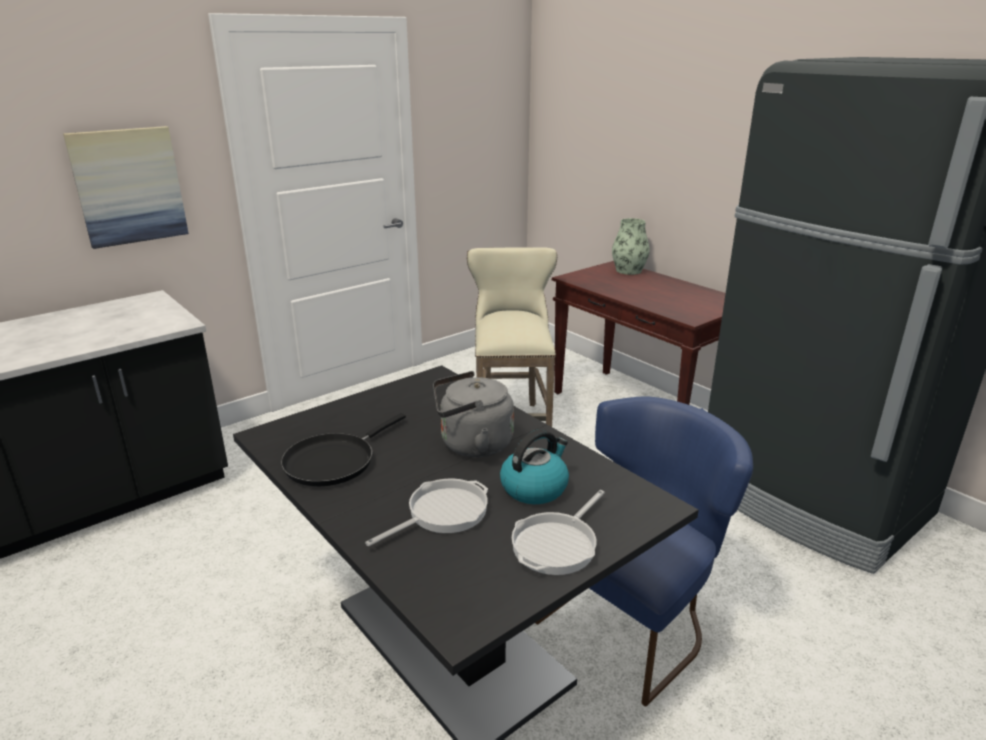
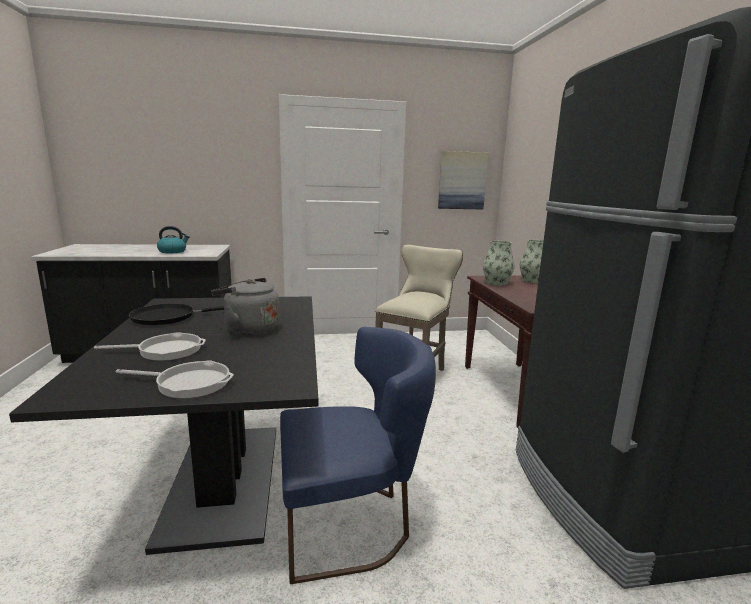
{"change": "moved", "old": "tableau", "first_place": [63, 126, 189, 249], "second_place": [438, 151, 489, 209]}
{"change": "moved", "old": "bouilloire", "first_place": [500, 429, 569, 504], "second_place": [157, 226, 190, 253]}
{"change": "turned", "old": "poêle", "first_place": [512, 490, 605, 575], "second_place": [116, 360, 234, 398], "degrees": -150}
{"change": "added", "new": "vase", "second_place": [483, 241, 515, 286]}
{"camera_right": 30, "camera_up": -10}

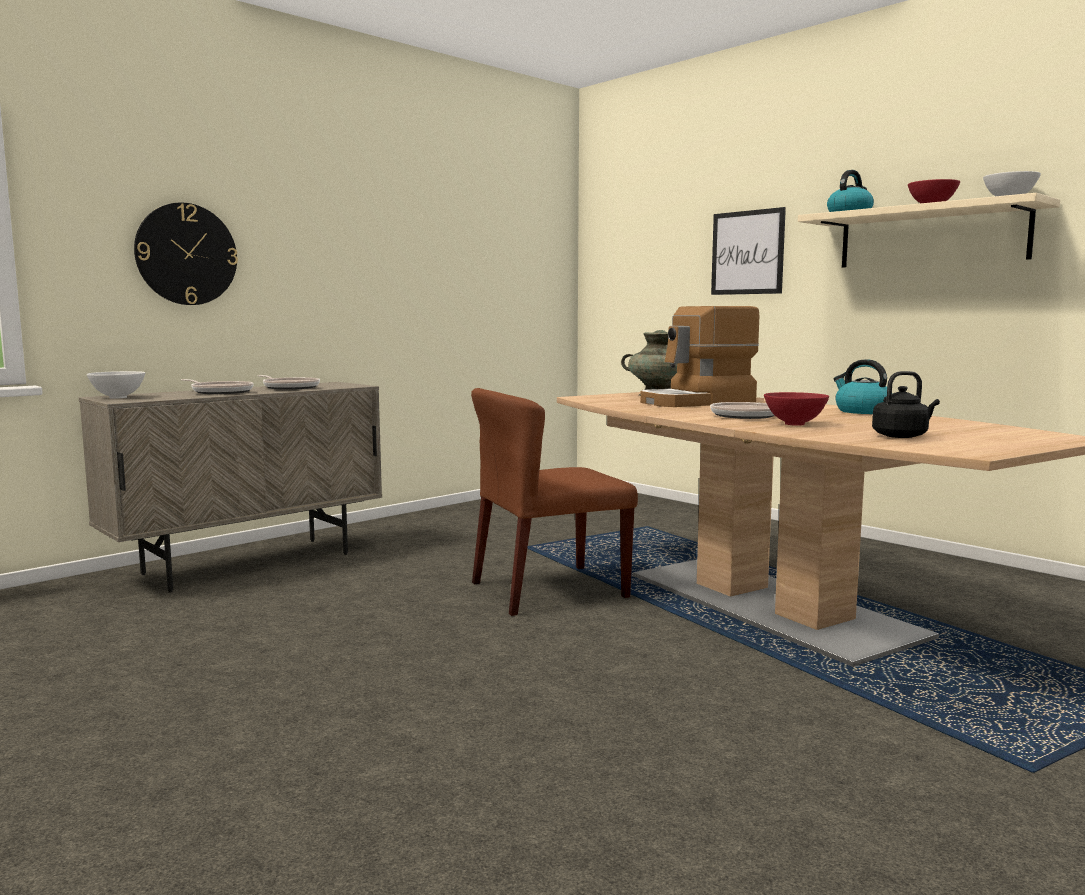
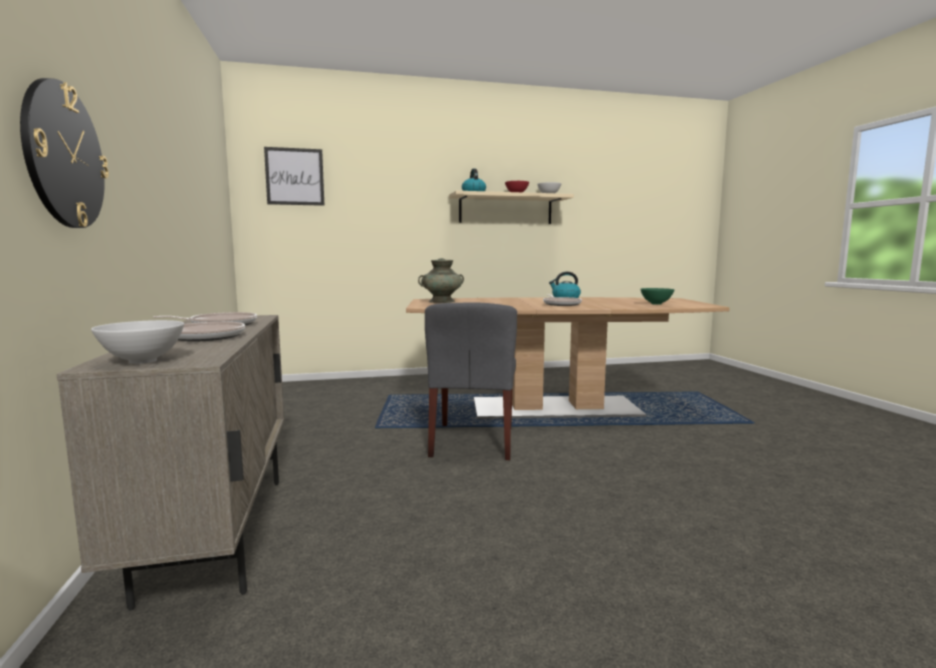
{"change": "moved", "old": "tableau", "first_place": [711, 207, 786, 295], "second_place": [264, 147, 325, 206]}
{"change": "removed", "old": "machine à café", "first_place": [640, 306, 759, 407]}
{"change": "replaced", "old": "bouilloire [noir]", "new": "bol [vert]", "first_place": [872, 371, 940, 438], "second_place": [640, 288, 674, 305]}
{"change": "recoloured", "old": "chaise [marron]", "new": "chaise [gris]", "first_place": [471, 388, 638, 616], "second_place": [425, 302, 517, 460]}
{"change": "removed", "old": "bol [rouge]", "first_place": [764, 392, 829, 426]}
{"camera_right": -60, "camera_up": 0}

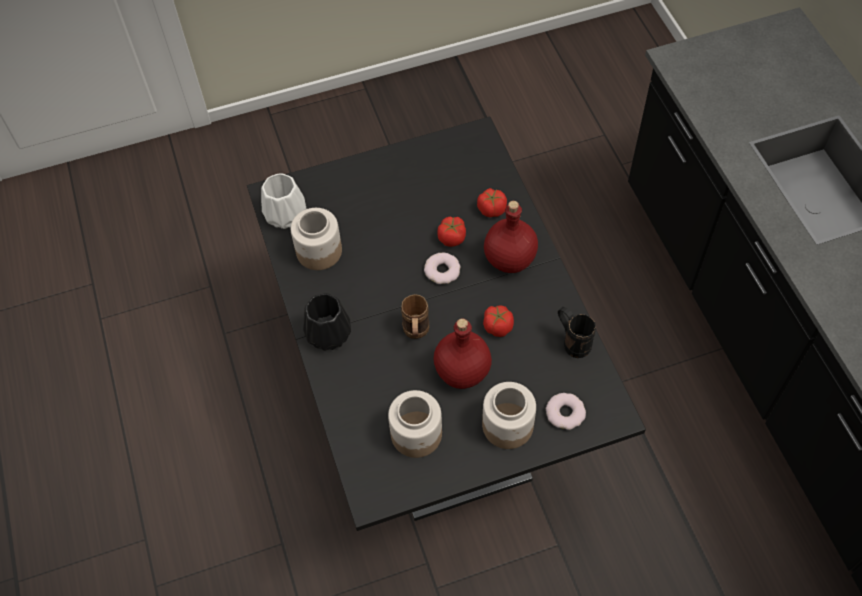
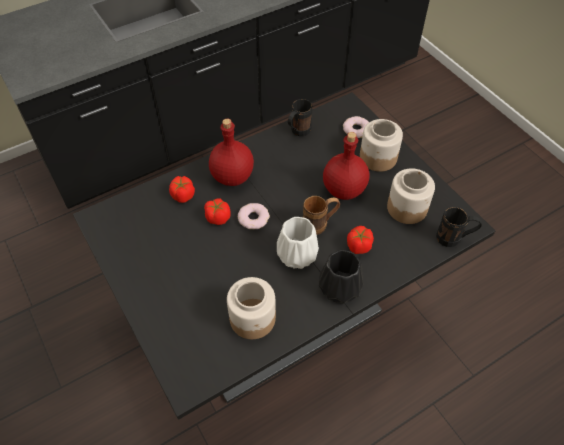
{"change": "moved", "old": "vase [blanc]", "first_place": [261, 173, 307, 229], "second_place": [277, 217, 319, 269]}
{"change": "moved", "old": "tomate", "first_place": [483, 306, 514, 337], "second_place": [347, 226, 374, 254]}
{"change": "added", "new": "mug [noir]", "second_place": [436, 207, 482, 247]}
{"camera_right": -105, "camera_up": -5}

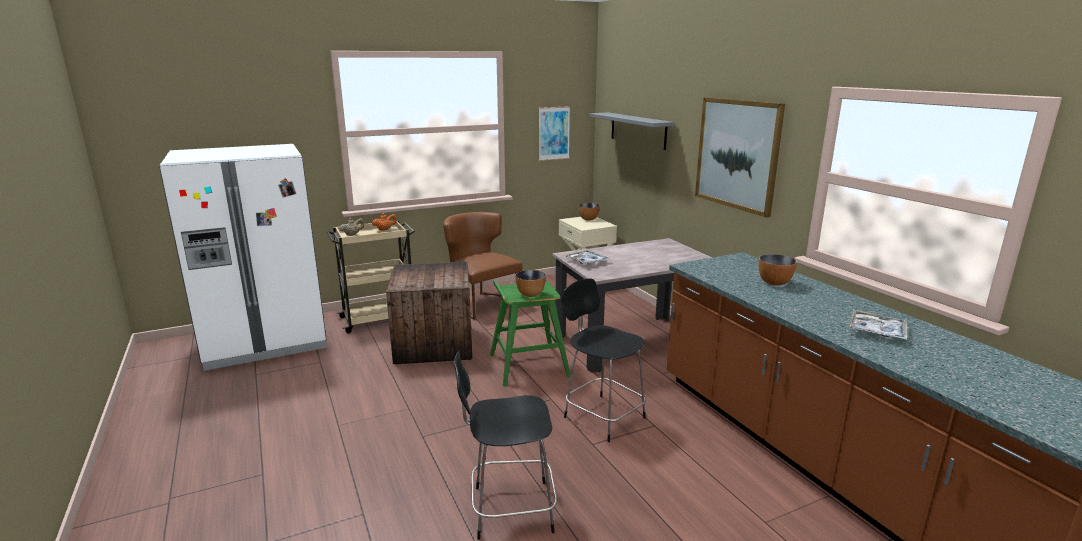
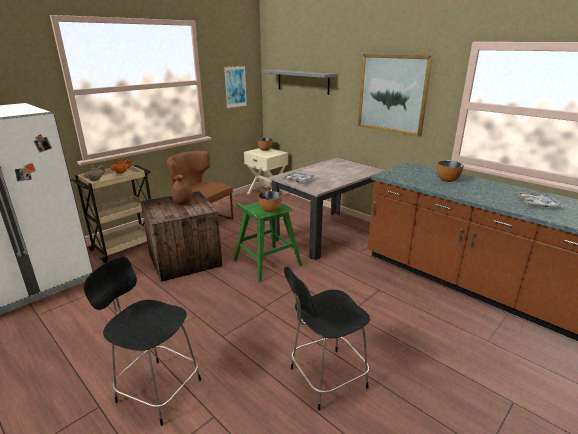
{"change": "moved", "old": "chaise [noir]", "first_place": [562, 278, 646, 442], "second_place": [83, 257, 201, 426]}
{"change": "added", "new": "vase [marron]", "second_place": [172, 174, 193, 205]}
{"camera_right": -20, "camera_up": 5}

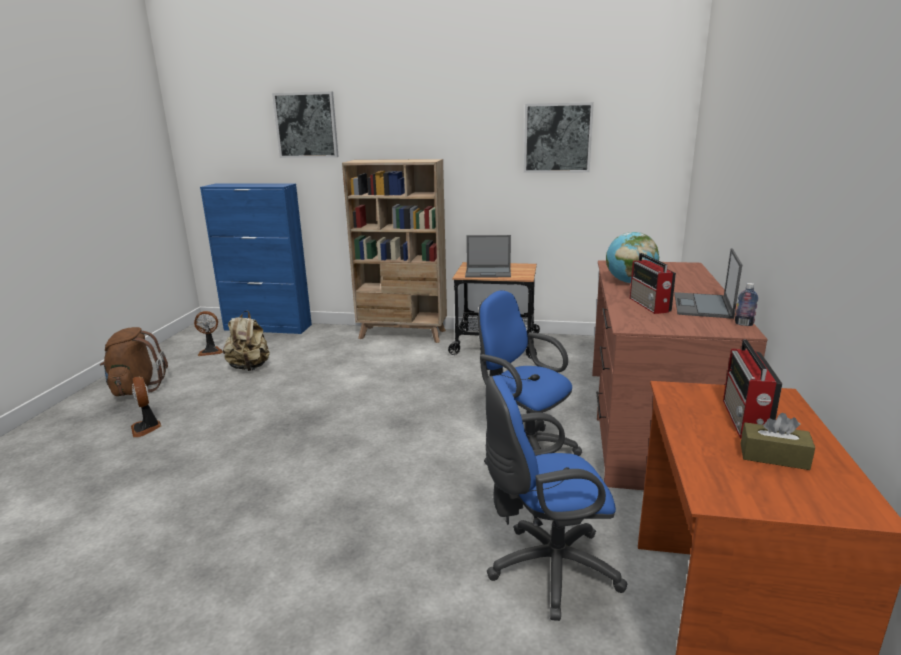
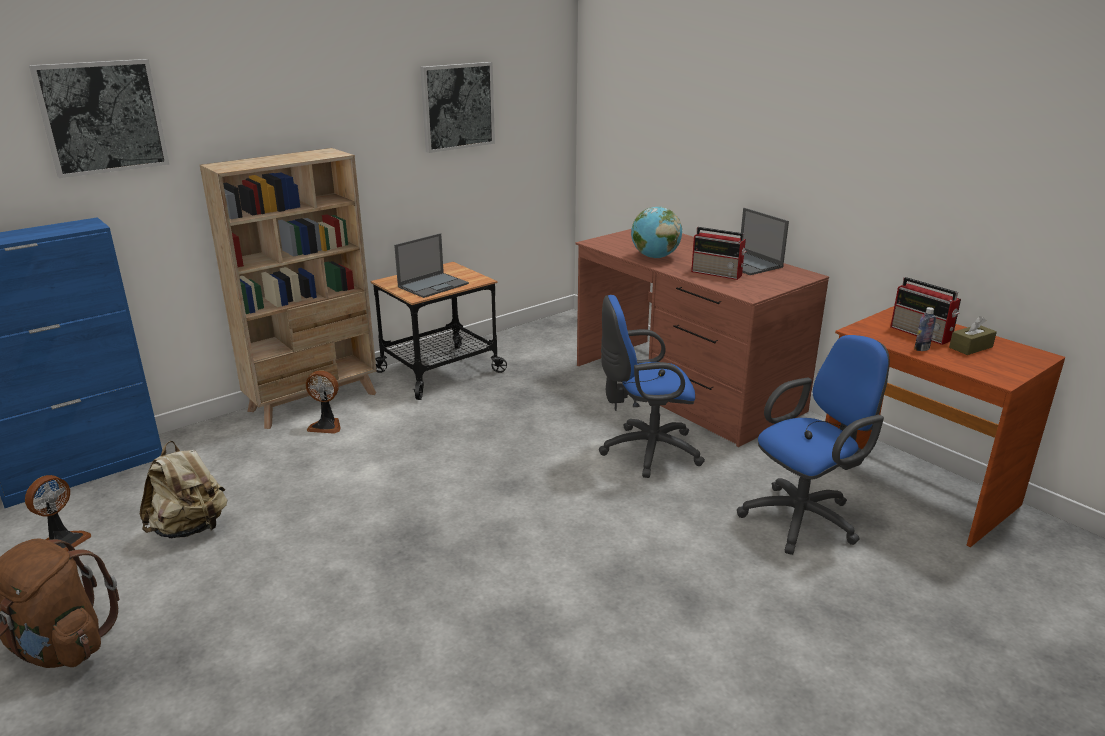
{"change": "moved", "old": "bouteille", "first_place": [735, 283, 758, 326], "second_place": [914, 307, 936, 351]}
{"change": "turned", "old": "chaise de bureau [bleu]", "first_place": [486, 375, 627, 621], "second_place": [737, 335, 889, 555], "degrees": -150}
{"change": "moved", "old": "ventilateur", "first_place": [131, 377, 161, 437], "second_place": [306, 370, 341, 434]}
{"camera_right": -50, "camera_up": 5}

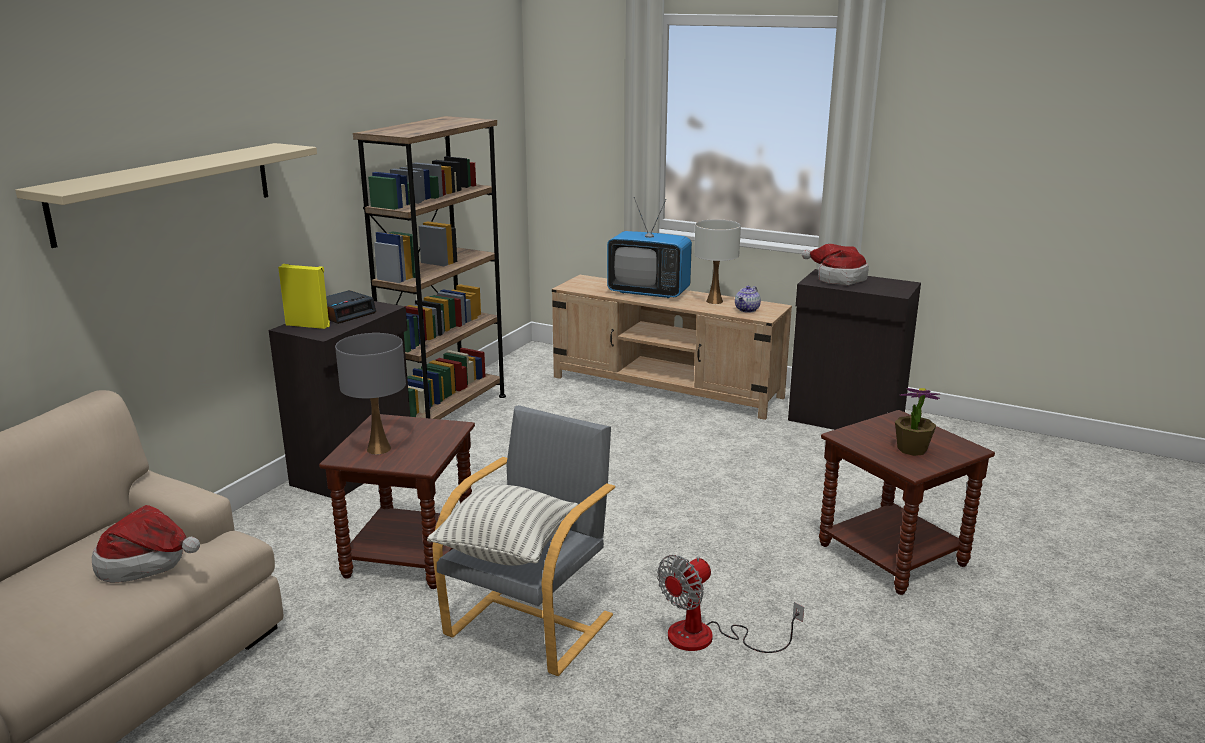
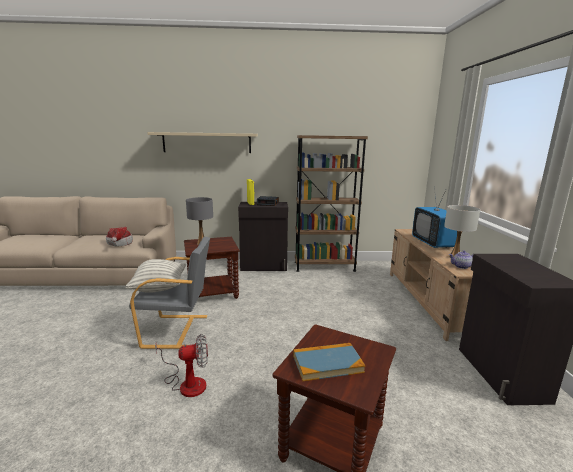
{"change": "removed", "old": "chapeau", "first_place": [802, 244, 869, 285]}
{"change": "replaced", "old": "plante en pot", "new": "livre", "first_place": [895, 388, 940, 456], "second_place": [293, 343, 365, 381]}
{"change": "turned", "old": "ventilateur", "first_place": [657, 555, 804, 653], "second_place": [155, 334, 208, 397], "degrees": 150}
{"camera_right": 60, "camera_up": -5}

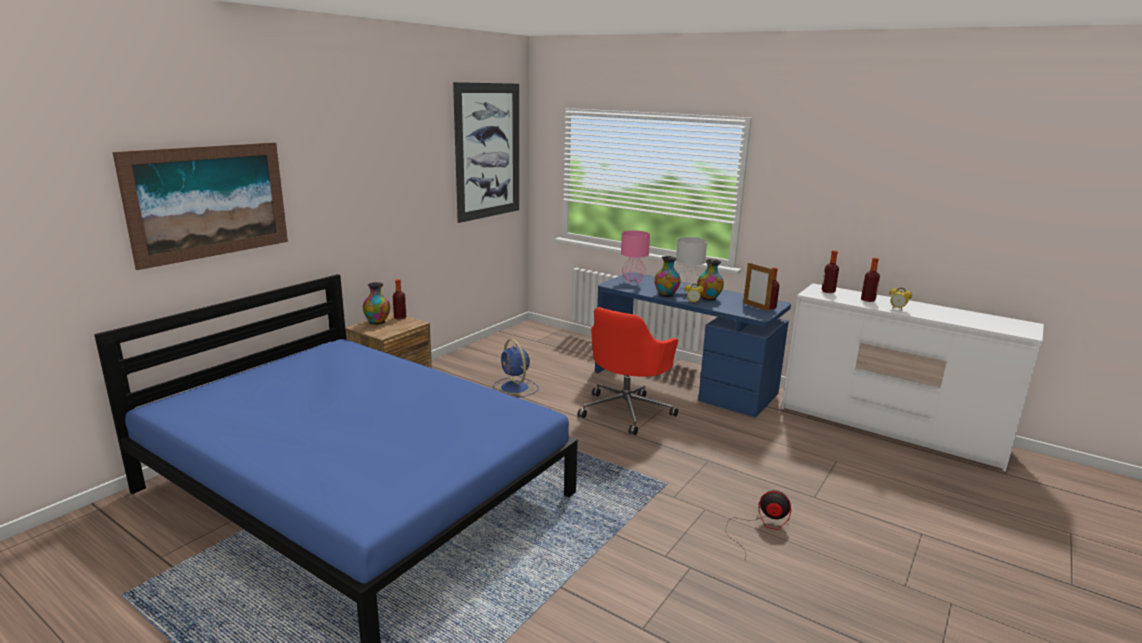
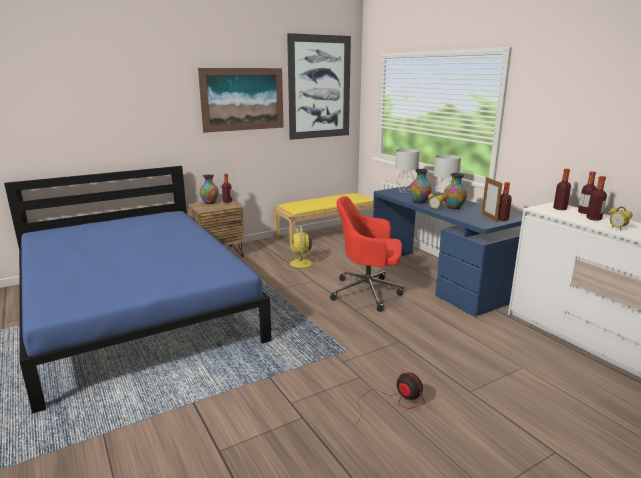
{"change": "moved", "old": "tableau", "first_place": [112, 142, 288, 270], "second_place": [198, 68, 284, 133]}
{"change": "recoloured", "old": "lampe de table [rose]", "new": "lampe de table [gris]", "first_place": [621, 231, 650, 284], "second_place": [395, 149, 420, 193]}
{"change": "turned", "old": "chaise de bureau [rouge]", "first_place": [578, 307, 678, 435], "second_place": [330, 196, 404, 312], "degrees": 45}
{"change": "recoloured", "old": "ventilateur [bleu]", "new": "ventilateur [jaune]", "first_place": [493, 339, 539, 398], "second_place": [285, 226, 318, 270]}
{"change": "added", "new": "bouteille", "second_place": [578, 171, 597, 214]}
{"change": "added", "new": "banc [jaune]", "second_place": [273, 193, 374, 249]}
{"camera_right": 25, "camera_up": 0}

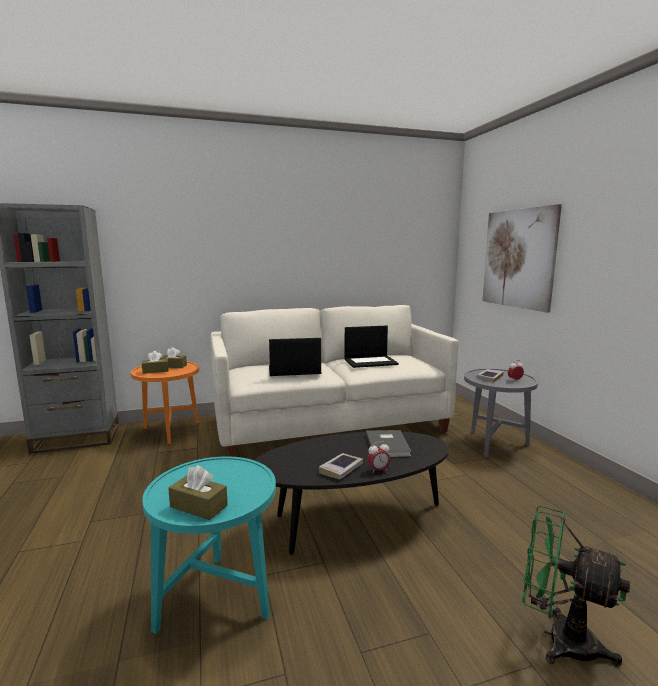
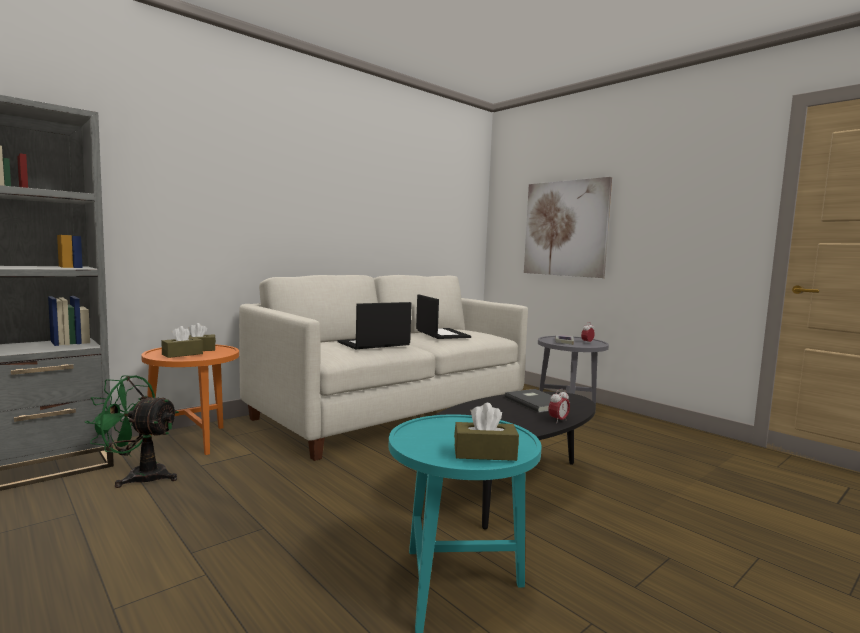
{"change": "turned", "old": "ordinateur portable", "first_place": [344, 326, 399, 368], "second_place": [416, 294, 471, 339], "degrees": -75}
{"change": "removed", "old": "livre", "first_place": [319, 453, 363, 479]}
{"change": "moved", "old": "ventilateur [vert]", "first_place": [522, 506, 630, 666], "second_place": [85, 375, 179, 488]}
{"camera_right": -25, "camera_up": -5}

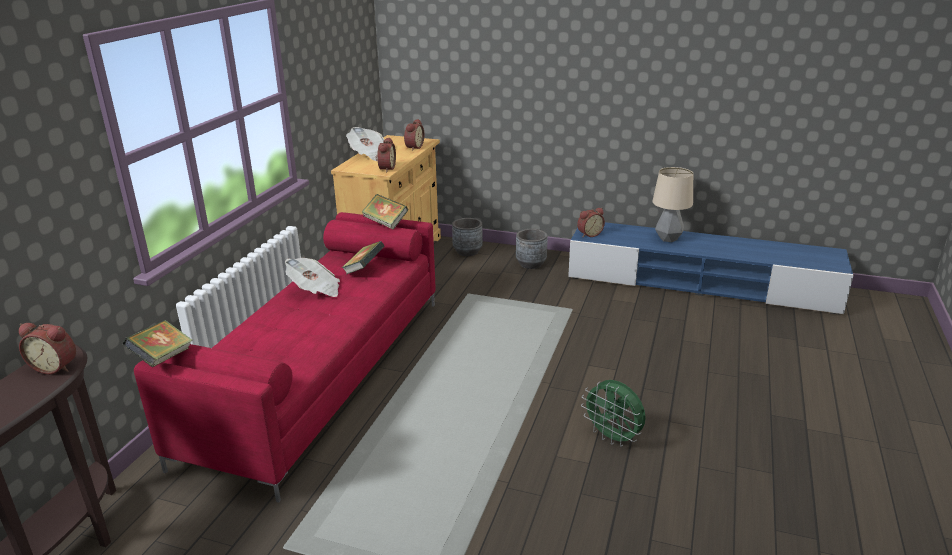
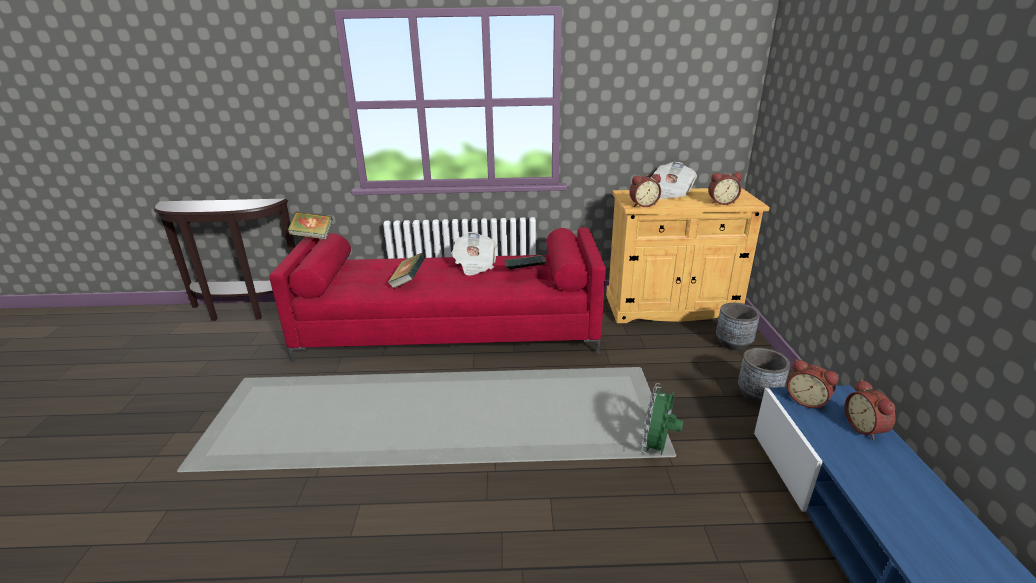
{"change": "removed", "old": "lampe de table", "first_place": [652, 167, 693, 242]}
{"change": "moved", "old": "livre", "first_place": [362, 194, 408, 230], "second_place": [387, 253, 425, 289]}
{"change": "moved", "old": "réveil", "first_place": [19, 323, 76, 375], "second_place": [845, 379, 896, 441]}
{"change": "moved", "old": "ventilateur [vert]", "first_place": [581, 380, 646, 447], "second_place": [641, 383, 683, 455]}
{"camera_right": 70, "camera_up": 0}

